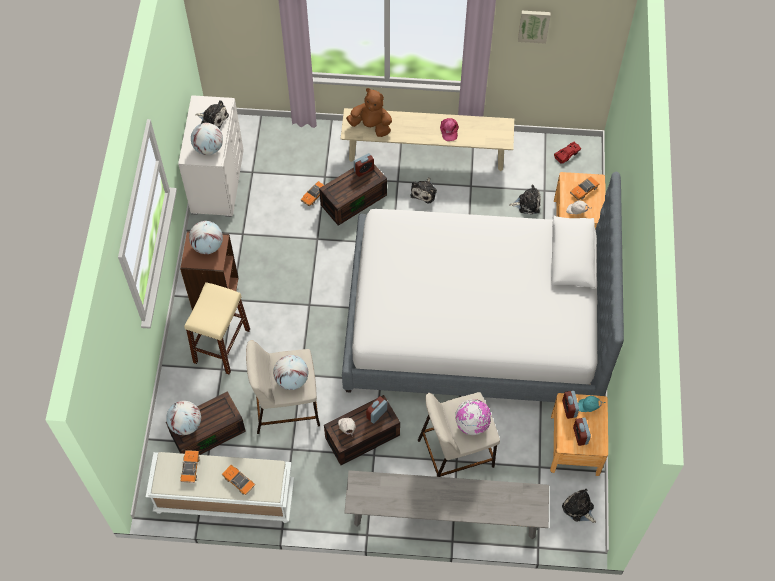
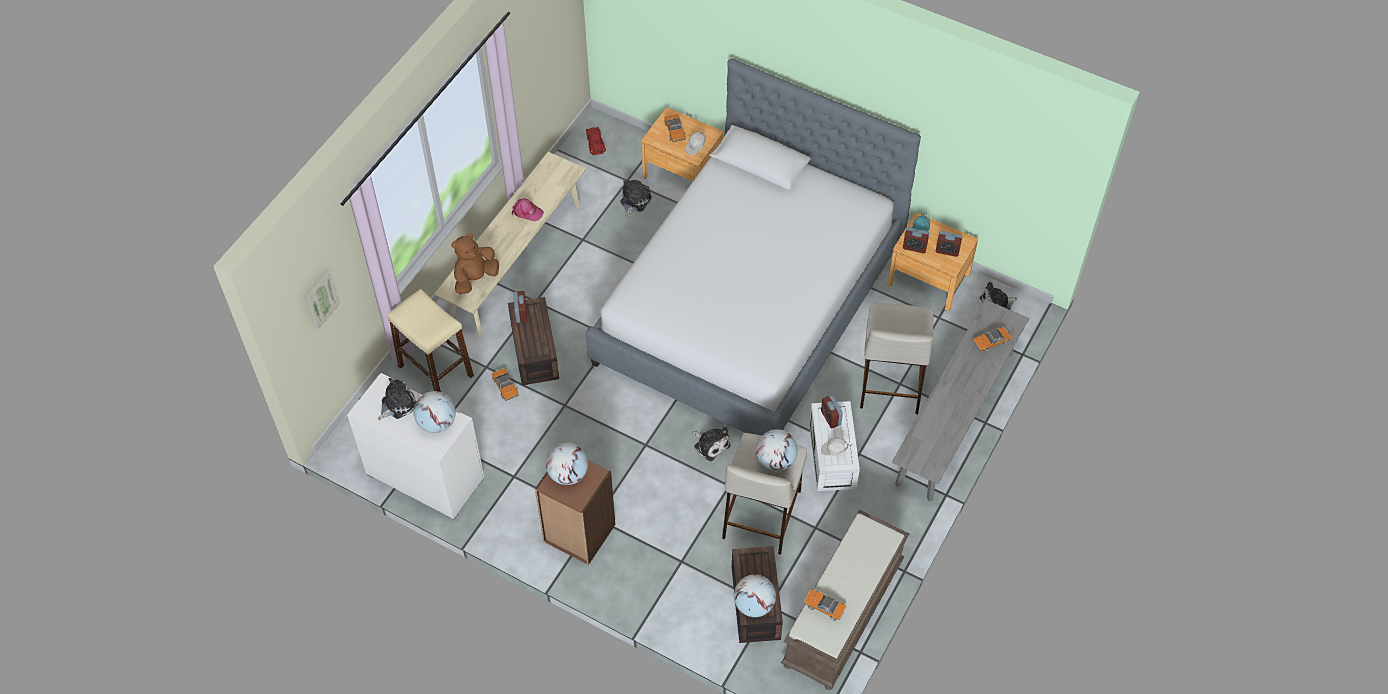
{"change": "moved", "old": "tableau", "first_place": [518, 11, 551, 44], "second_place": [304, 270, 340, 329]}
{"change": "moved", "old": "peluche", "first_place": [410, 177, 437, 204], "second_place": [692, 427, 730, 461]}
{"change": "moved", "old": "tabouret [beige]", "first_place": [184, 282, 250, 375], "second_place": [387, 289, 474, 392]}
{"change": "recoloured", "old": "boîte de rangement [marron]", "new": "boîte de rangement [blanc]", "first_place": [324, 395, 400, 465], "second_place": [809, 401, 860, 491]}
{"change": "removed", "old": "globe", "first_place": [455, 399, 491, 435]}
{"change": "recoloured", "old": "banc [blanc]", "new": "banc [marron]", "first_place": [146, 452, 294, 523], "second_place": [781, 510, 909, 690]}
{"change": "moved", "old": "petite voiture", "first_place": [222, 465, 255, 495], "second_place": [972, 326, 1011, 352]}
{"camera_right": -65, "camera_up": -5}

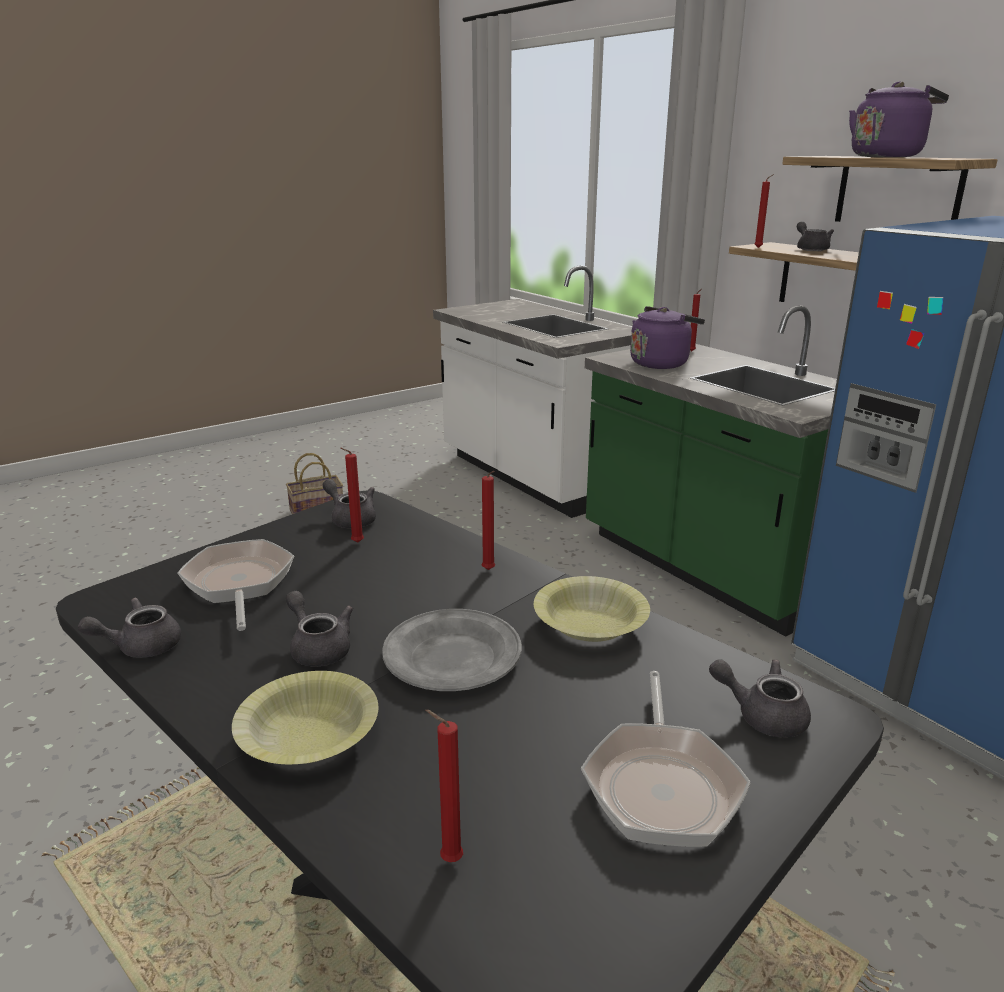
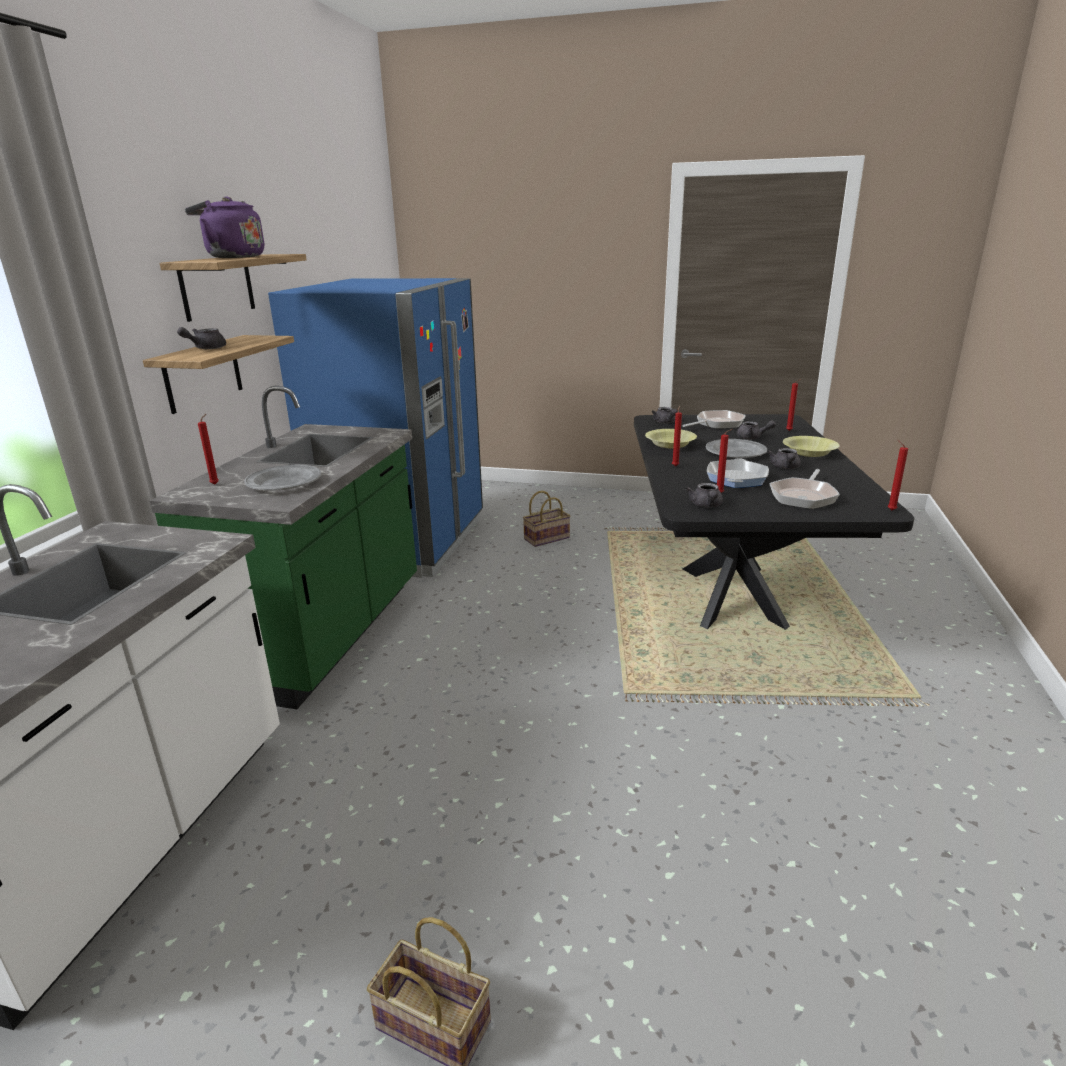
{"change": "moved", "old": "bougie [rouge]", "first_place": [754, 174, 774, 248], "second_place": [888, 440, 908, 511]}
{"change": "replaced", "old": "bouilloire [violet]", "new": "assiette [gris]", "first_place": [630, 306, 705, 369], "second_place": [244, 465, 322, 490]}
{"change": "moved", "old": "théière [gris]", "first_place": [78, 598, 181, 658], "second_place": [736, 420, 776, 439]}
{"change": "added", "new": "poêle", "second_place": [707, 458, 769, 488]}
{"change": "added", "new": "panier", "second_place": [523, 491, 570, 547]}
{"camera_right": -130, "camera_up": 0}

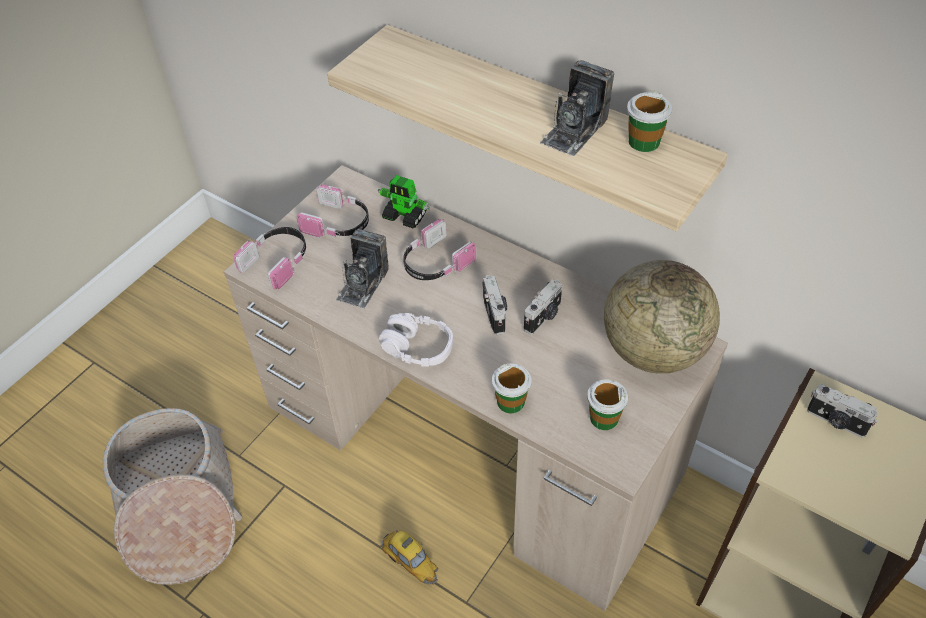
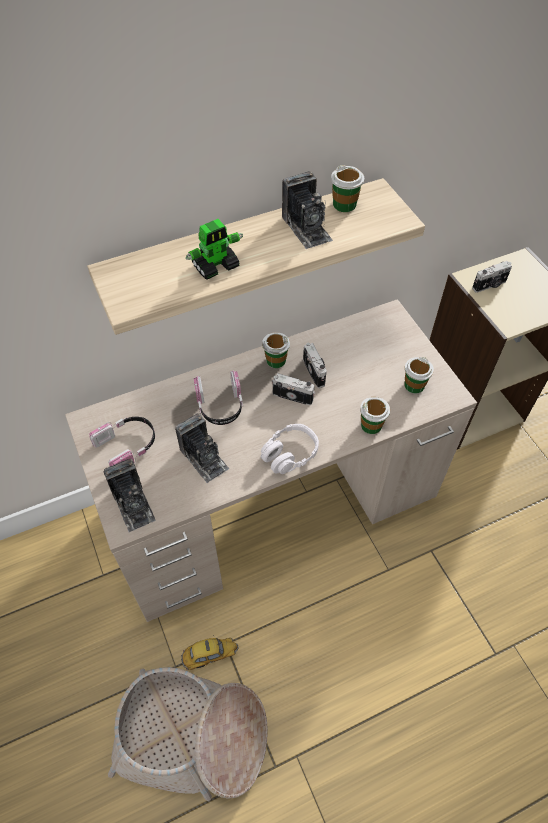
{"change": "moved", "old": "robot jouet", "first_place": [378, 175, 430, 229], "second_place": [186, 219, 243, 279]}
{"change": "replaced", "old": "casque audio", "new": "appareil photo", "first_place": [233, 227, 306, 290], "second_place": [103, 459, 156, 533]}
{"change": "removed", "old": "globe", "first_place": [604, 260, 720, 374]}
{"change": "moved", "old": "petite voiture", "first_place": [380, 530, 438, 585], "second_place": [181, 636, 239, 670]}
{"change": "added", "new": "tasse", "second_place": [262, 332, 290, 368]}
{"camera_right": -60, "camera_up": 5}

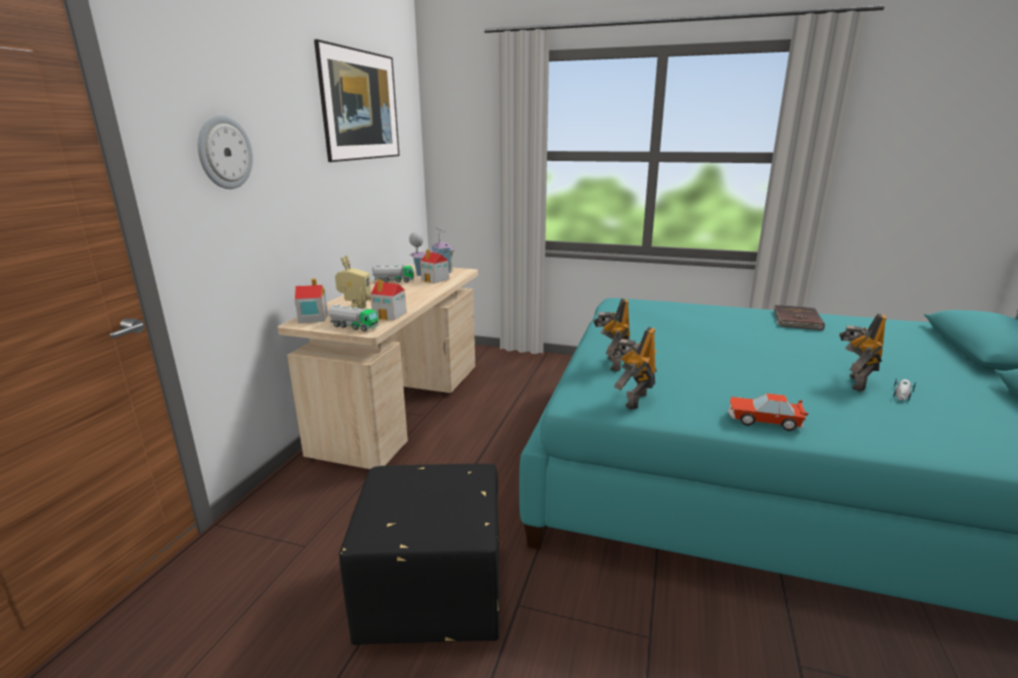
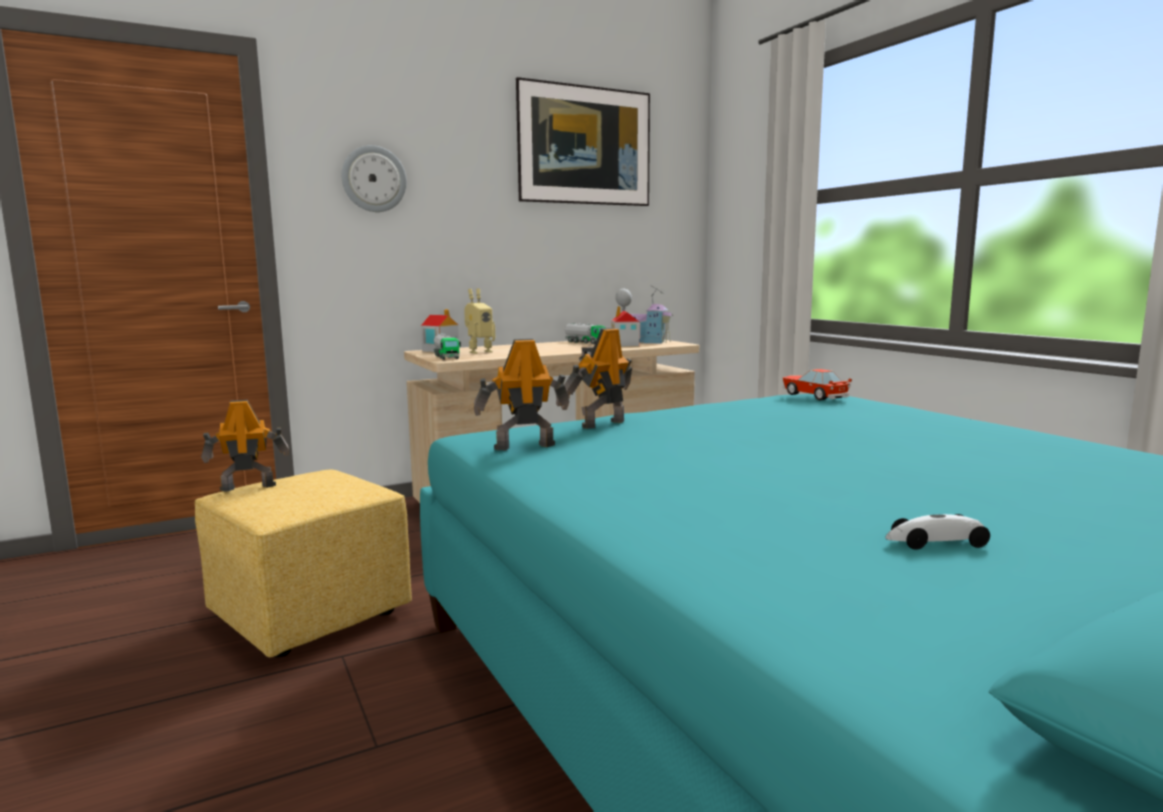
{"change": "removed", "old": "maison miniature", "first_place": [370, 279, 406, 320]}
{"change": "removed", "old": "livre [marron]", "first_place": [774, 305, 825, 330]}
{"change": "moved", "old": "robot jouet", "first_place": [839, 313, 887, 392], "second_place": [201, 400, 289, 492]}
{"change": "moved", "old": "petite voiture", "first_place": [728, 393, 809, 431], "second_place": [782, 369, 852, 400]}
{"change": "recoloured", "old": "pouf [noir]", "new": "pouf [jaune]", "first_place": [339, 464, 500, 645], "second_place": [195, 470, 412, 657]}
{"camera_right": 45, "camera_up": -10}

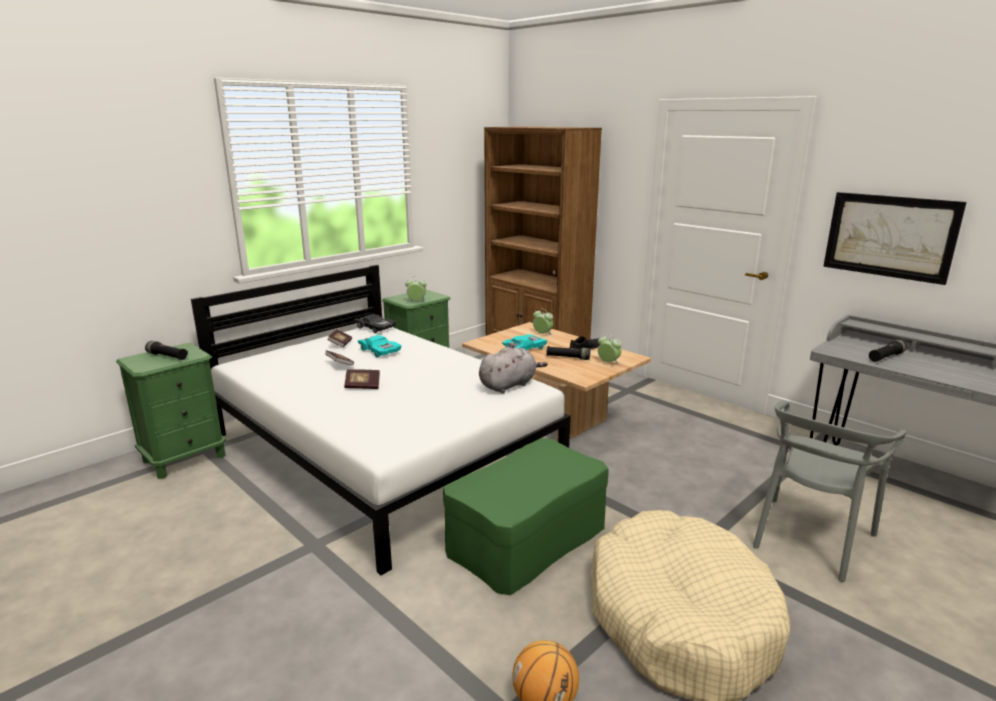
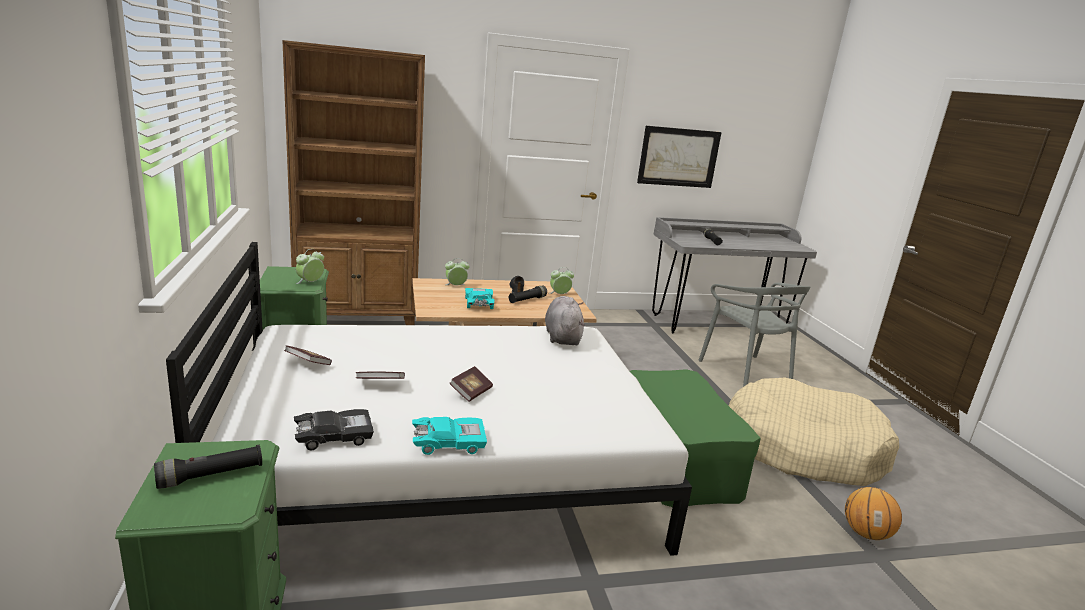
{"change": "moved", "old": "petite voiture [noir]", "first_place": [354, 314, 396, 333], "second_place": [294, 409, 374, 450]}
{"change": "moved", "old": "petite voiture [turquoise]", "first_place": [358, 335, 401, 357], "second_place": [412, 417, 487, 455]}
{"camera_right": -60, "camera_up": 0}

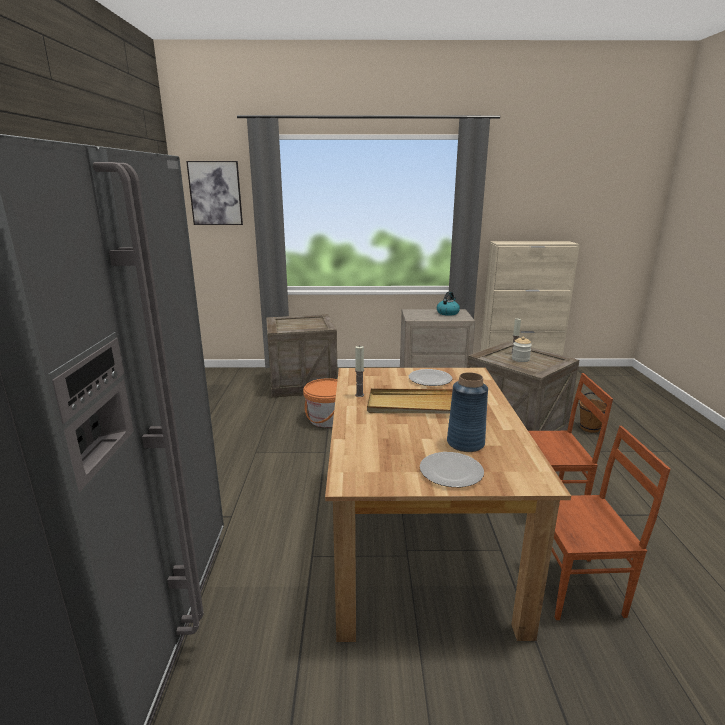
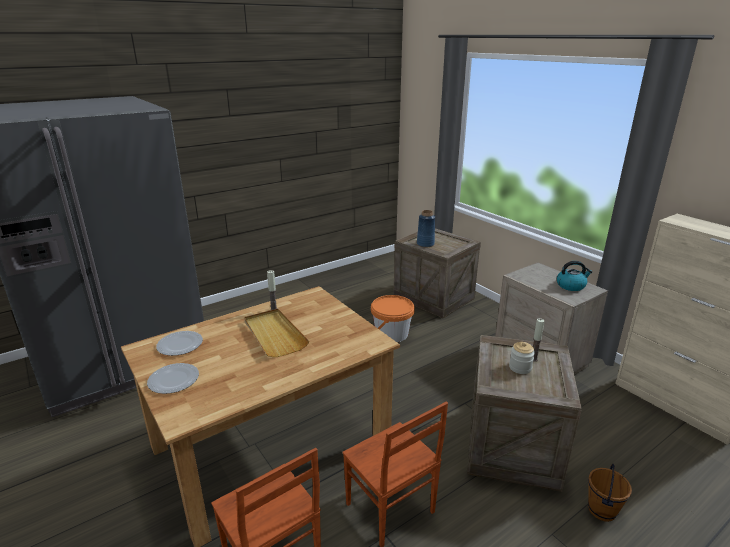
{"change": "removed", "old": "tableau", "first_place": [186, 161, 243, 225]}
{"change": "moved", "old": "assiette", "first_place": [409, 369, 452, 386], "second_place": [156, 331, 203, 356]}
{"change": "moved", "old": "vase [bleu]", "first_place": [447, 372, 488, 452], "second_place": [417, 210, 435, 247]}
{"camera_right": 55, "camera_up": 5}

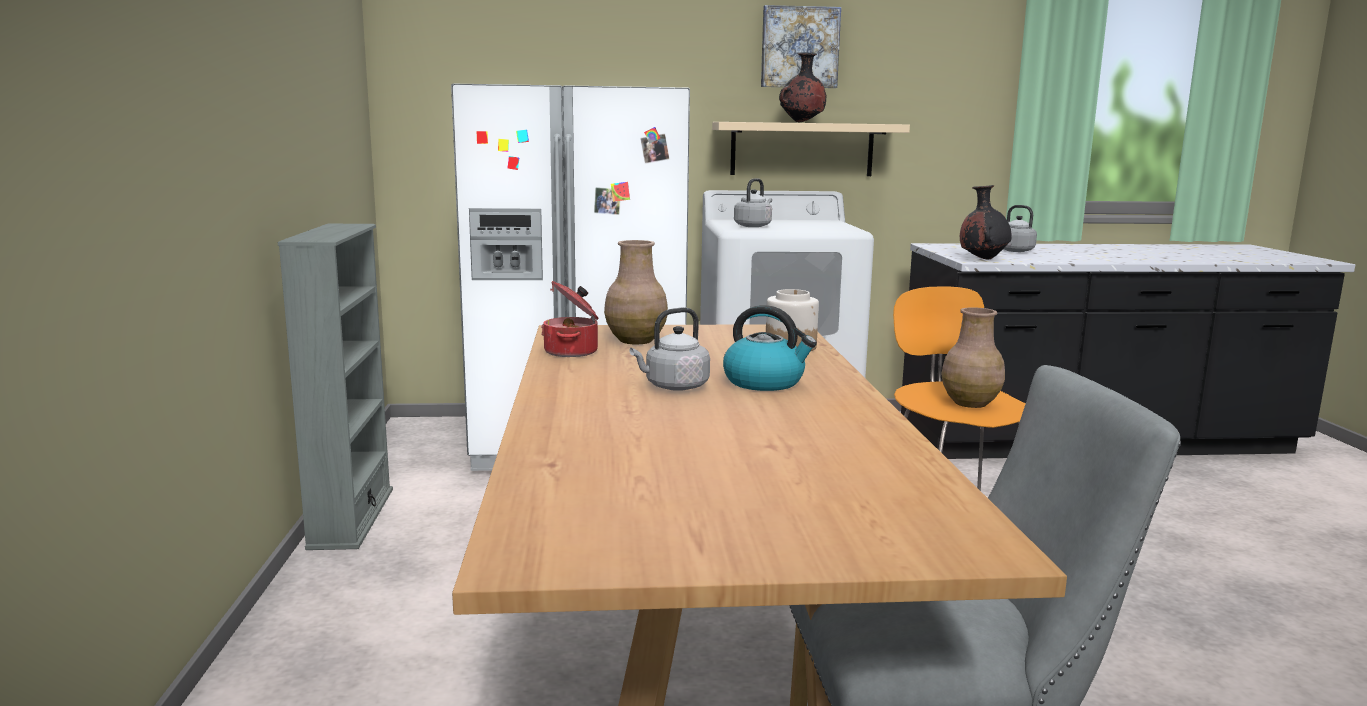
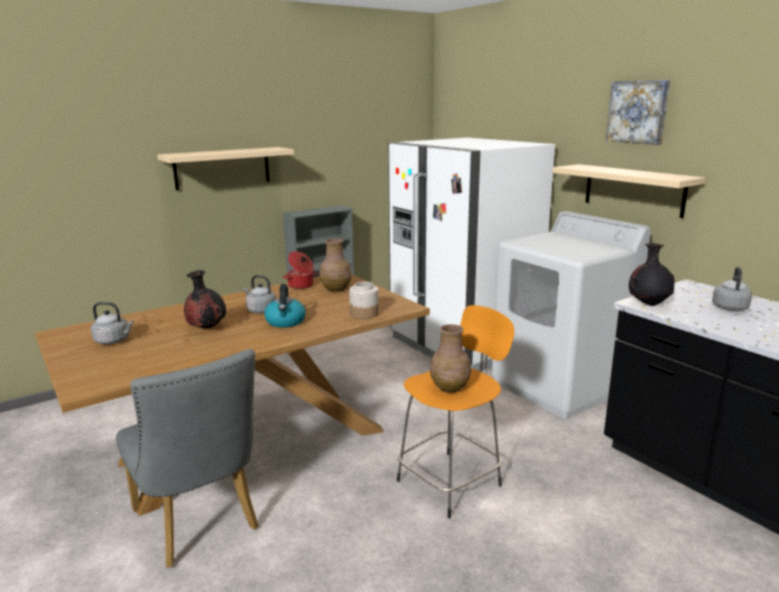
{"change": "moved", "old": "vase [noir]", "first_place": [779, 52, 826, 122], "second_place": [184, 270, 226, 328]}
{"change": "moved", "old": "bouilloire [gris]", "first_place": [734, 178, 772, 227], "second_place": [91, 302, 134, 344]}
{"change": "added", "new": "étagère [beige]", "second_place": [157, 147, 294, 190]}
{"camera_right": 60, "camera_up": 5}

